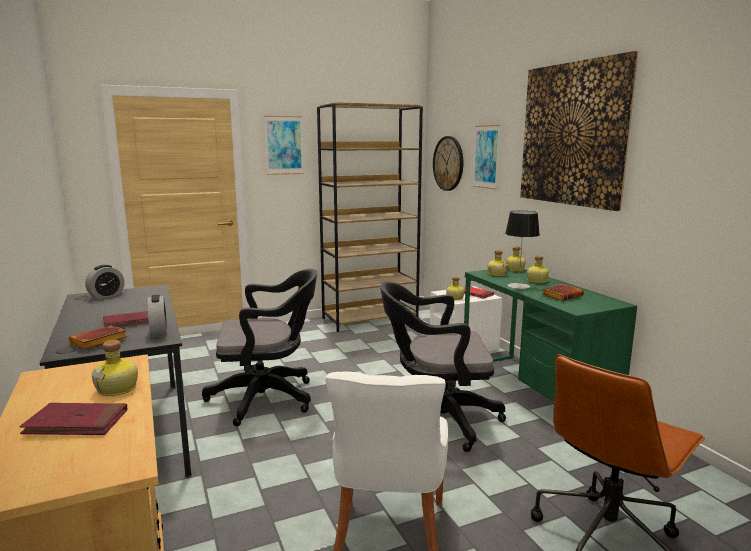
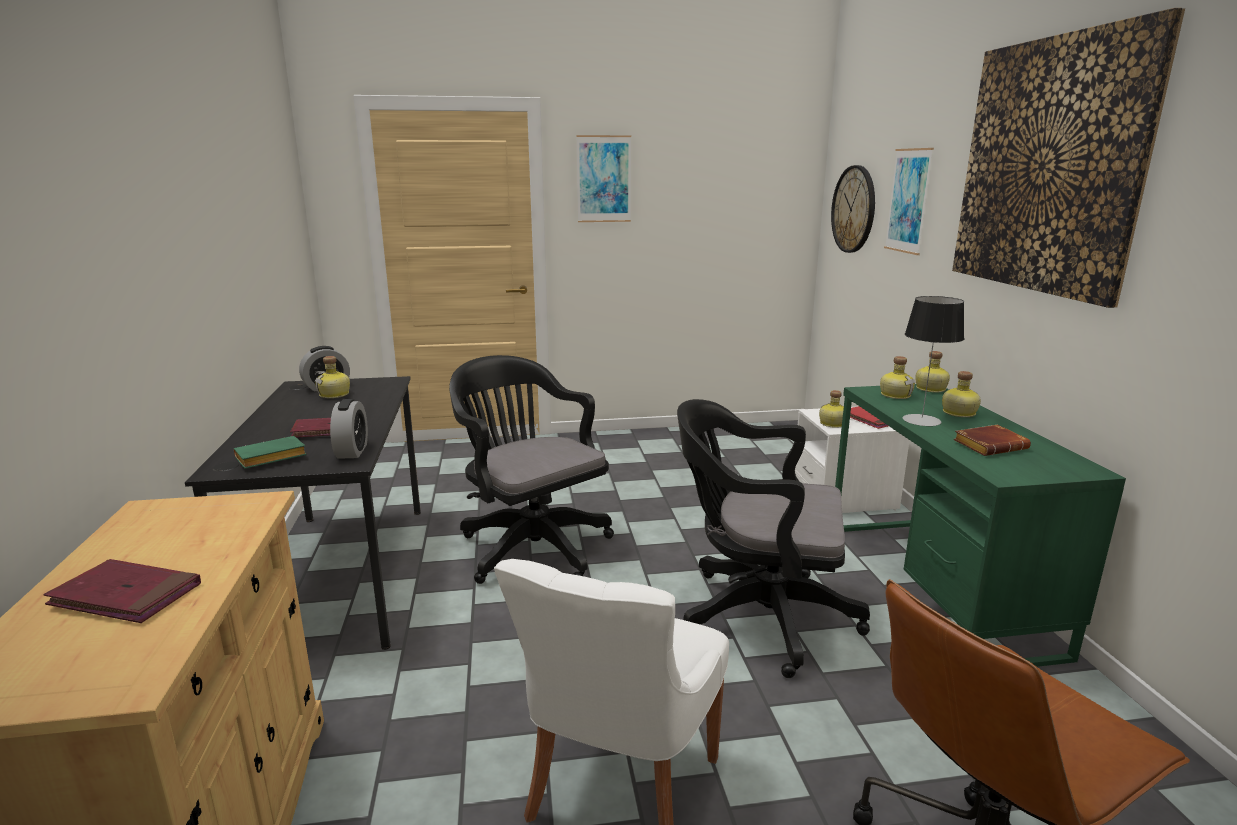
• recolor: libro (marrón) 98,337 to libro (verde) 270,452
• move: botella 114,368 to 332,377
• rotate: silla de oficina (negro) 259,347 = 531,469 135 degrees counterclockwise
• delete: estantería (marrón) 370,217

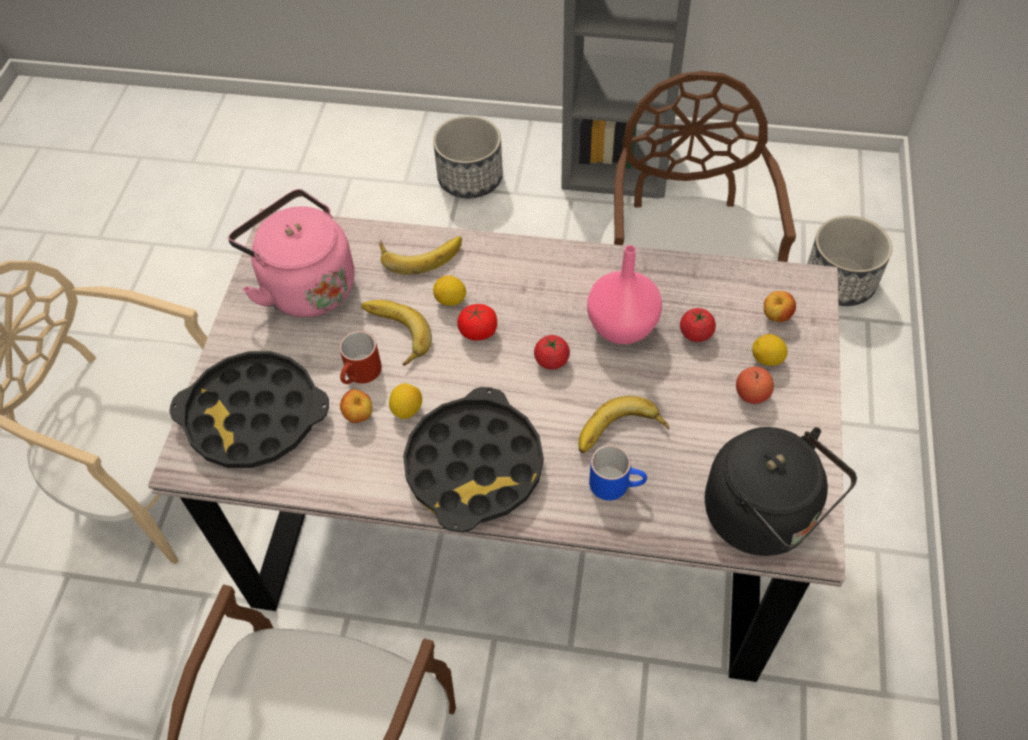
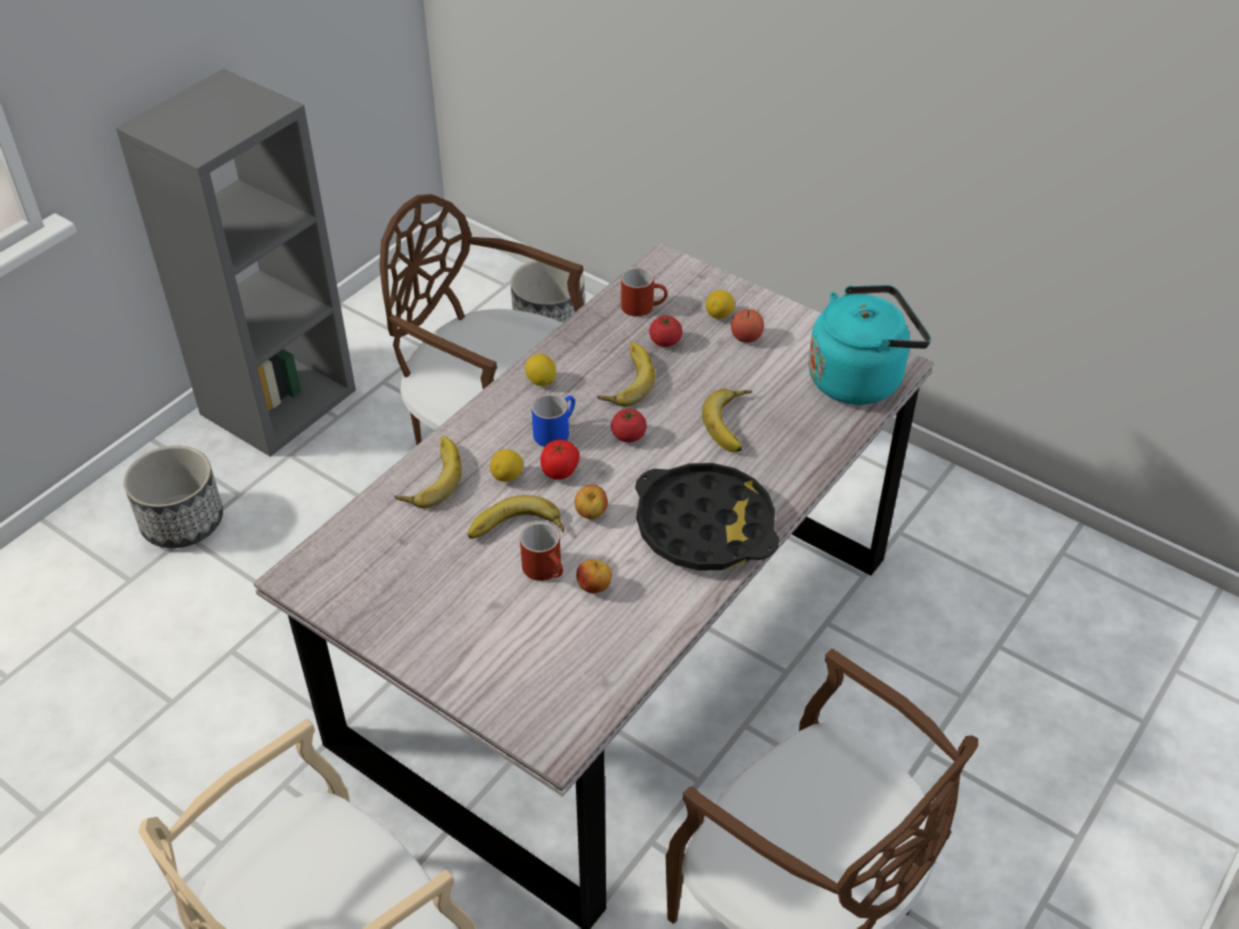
• delete: bandeja (negro) 249,409
• delete: hervidor (rosa) 291,253
• move: limón 405,401 to 540,370
• replace: florero (rosa) 624,294 to plátano 626,374
• move: taza grande (azul) 618,473 to 553,420
• recolor: hervidor (negro) 781,491 to hervidor (turquesa) 869,345
• move: manzana 780,306 to 591,502
• insert: taza grande (rojo) 644,292

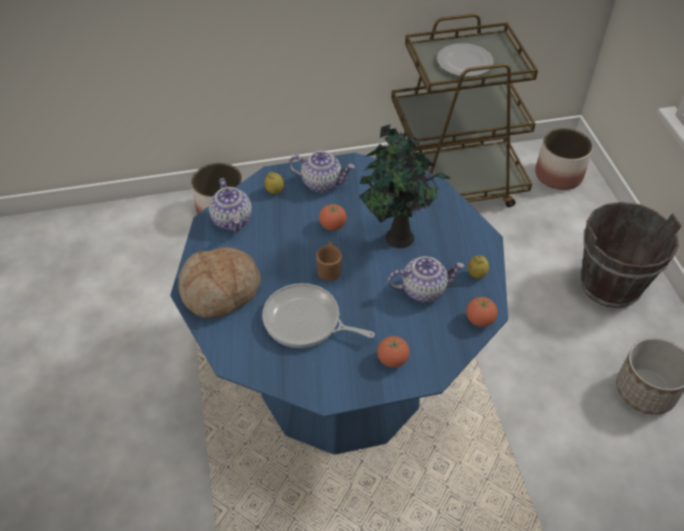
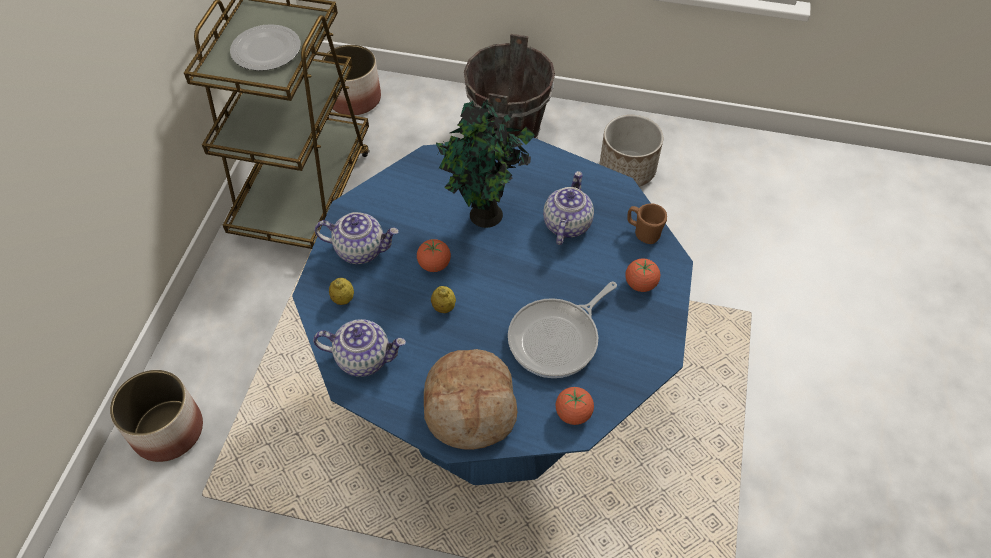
• rotate: tetera 321,172 = 357,238 60 degrees clockwise
• move: taza grande (marrón) 329,261 to 647,223
• move: tomate 482,312 to 575,406
• move: limón 478,267 to 443,299

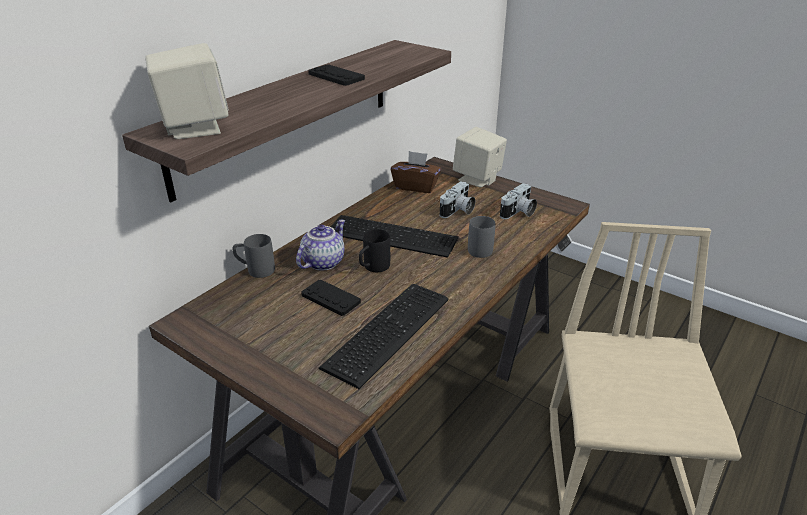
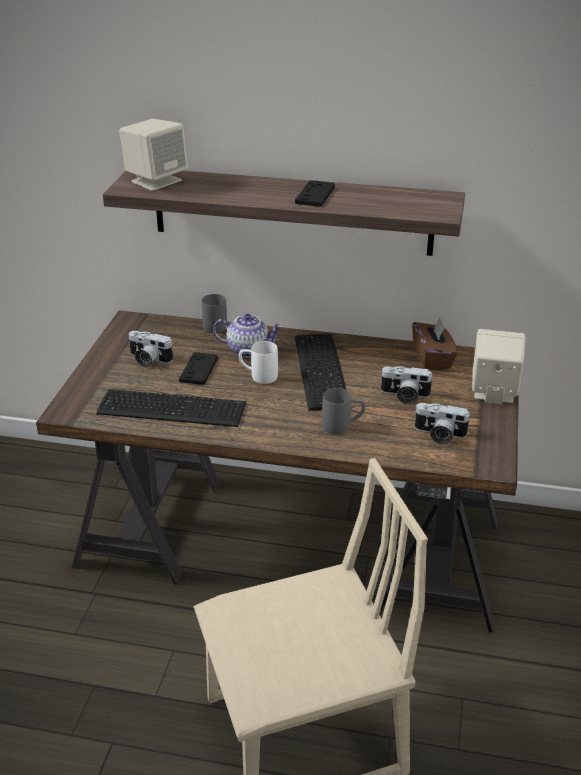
• recolor: taza grande (negro) 374,250 to taza grande (blanco) 258,362
• insert: cámara 151,349

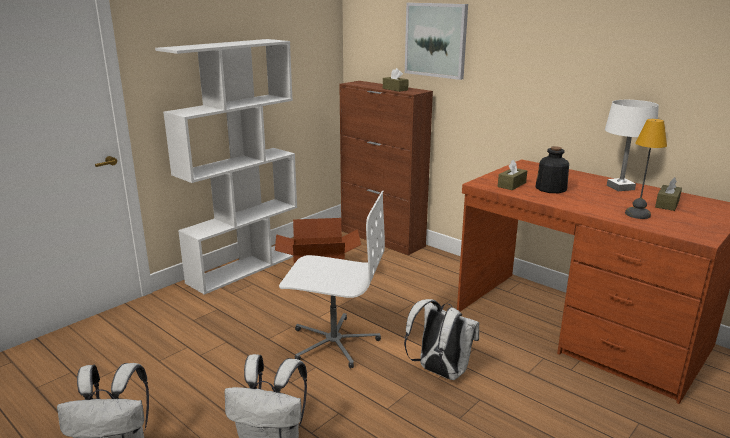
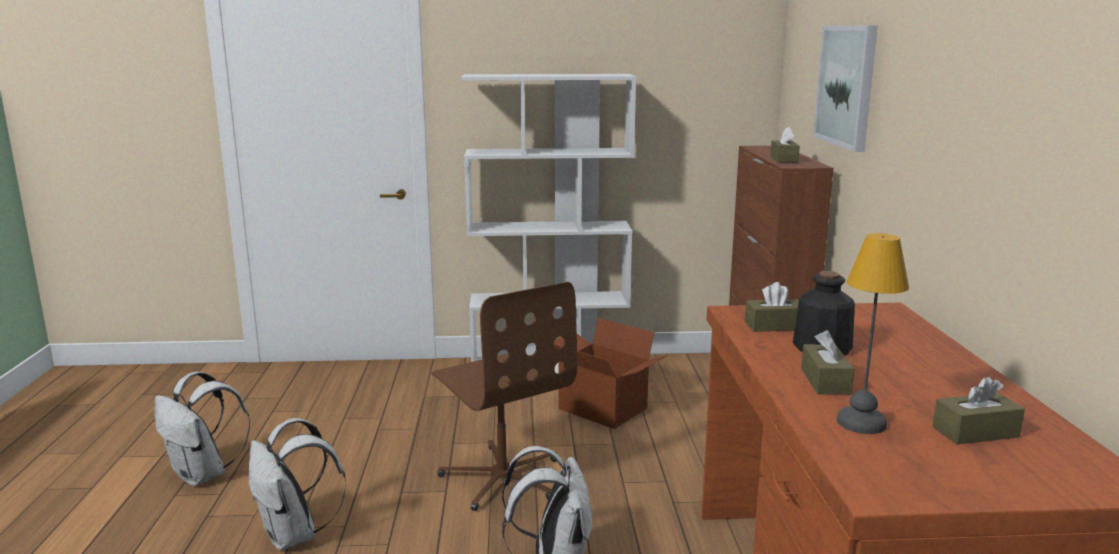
• recolor: silla de oficina (blanco) 332,279 to silla de oficina (marrón) 504,396
• delete: lámpara de mesa (blanco) 632,145
• insert: caja de pañuelos (marrón) 827,362

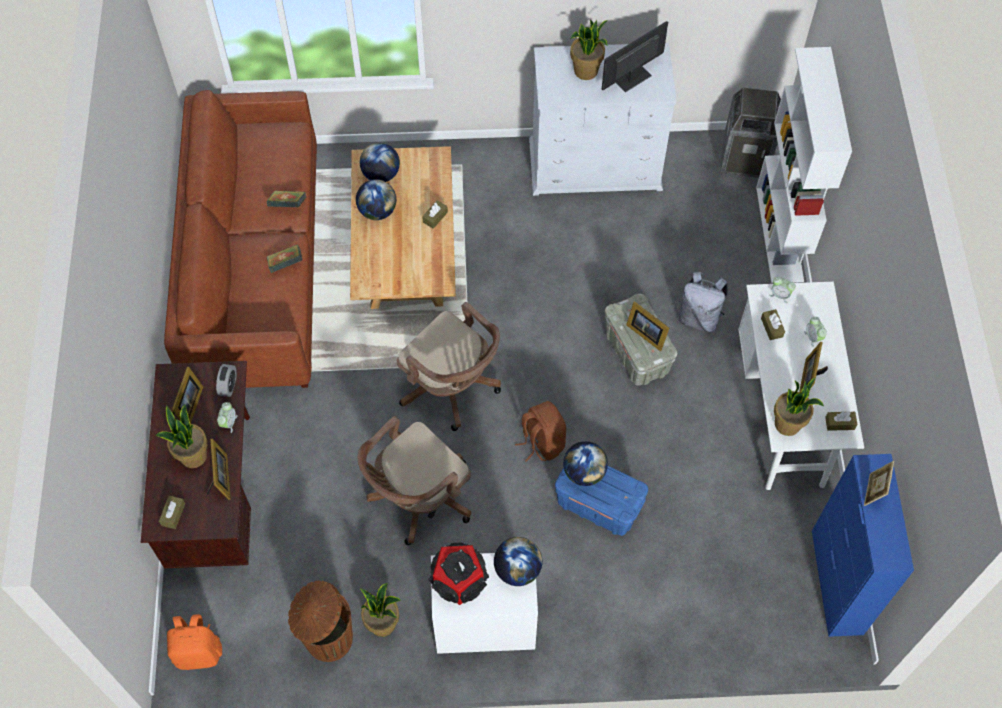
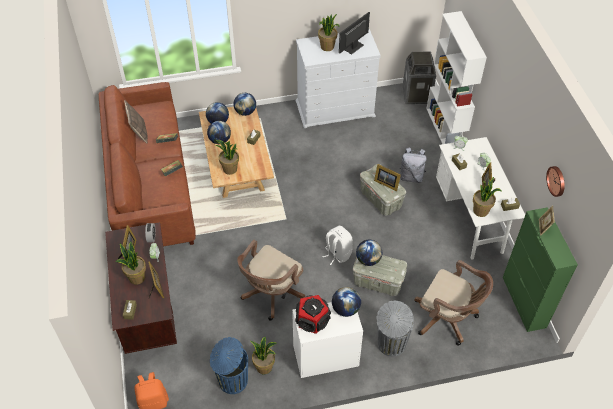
• recolor: papelera (marrón) 320,621 to papelera (azul) 229,365
• move: silla de oficina (marrón) 449,366 to 453,303
• recolor: mochila (marrón) 540,431 to mochila (blanco) 337,245
• recolor: caja de almacenaje (azul) 601,501 to caja de almacenaje (gris) 380,275
• recolor: armario (azul) 863,545 to armario (verde) 540,269
• insert: cojín 136,121
• insert: planta en maceta 227,157
• insert: globo terráqueo 244,104
• insert: papelera (gris) 395,329
• insert: reloj de pared 555,181

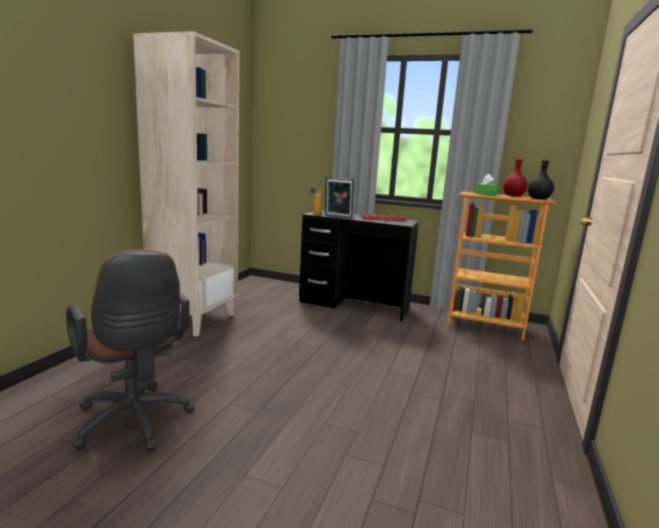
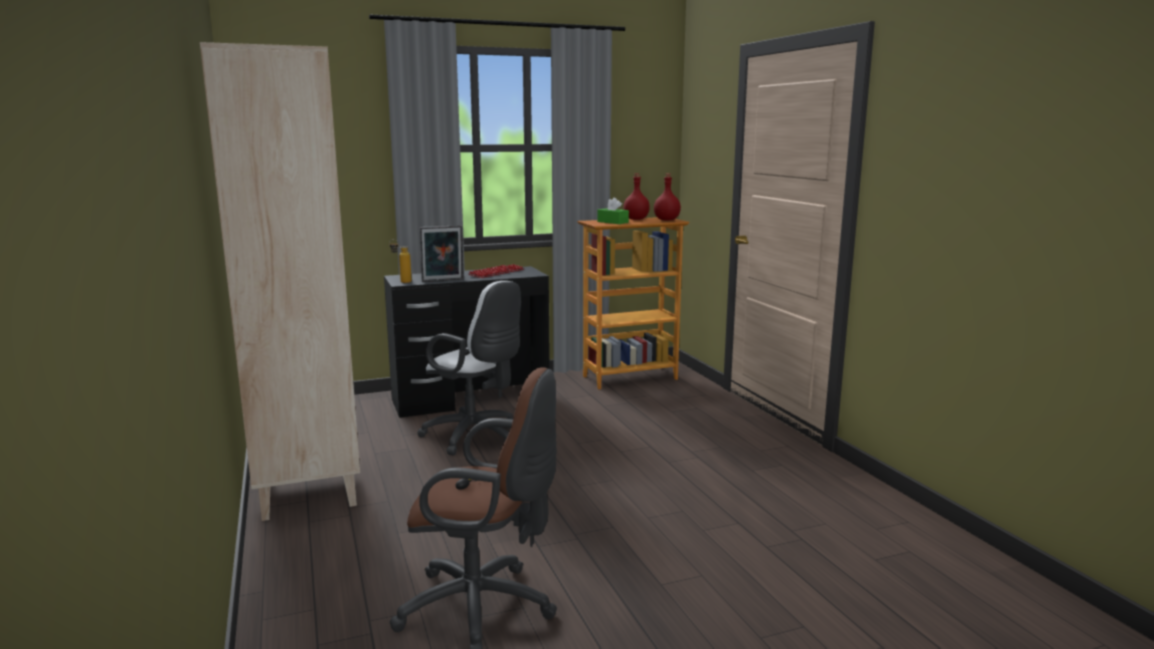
• recolor: botella (negro) 541,178 to botella (rojo) 667,197
• insert: silla de oficina (blanco) 469,368

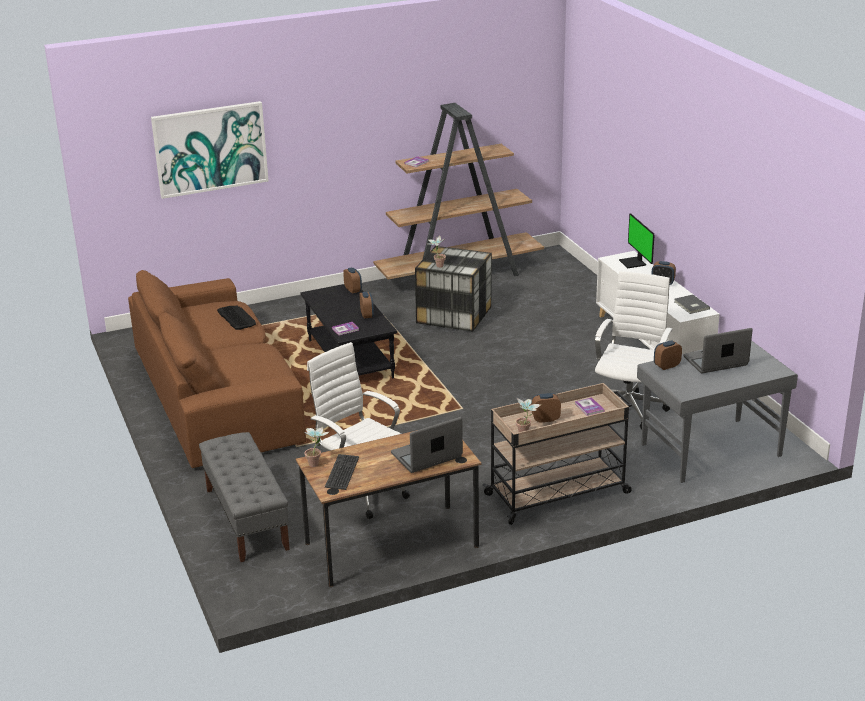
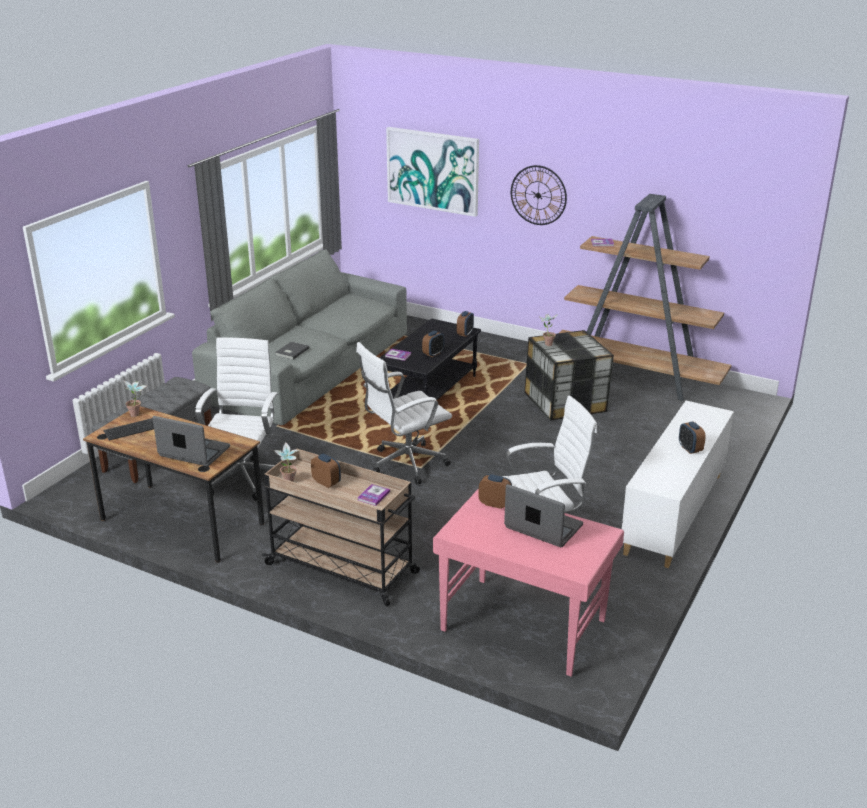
• recolor: sofá (marrón) 217,369 to sofá (gris) 299,337
• delete: teclado 236,318
• delete: monitor 636,240
• recolor: escritorio (gris) 717,411 to escritorio (rosa) 528,583
• move: libro (gris) 692,304 to 292,351
• insert: silla de oficina (blanco) 404,413
• insert: reloj de pared 539,195

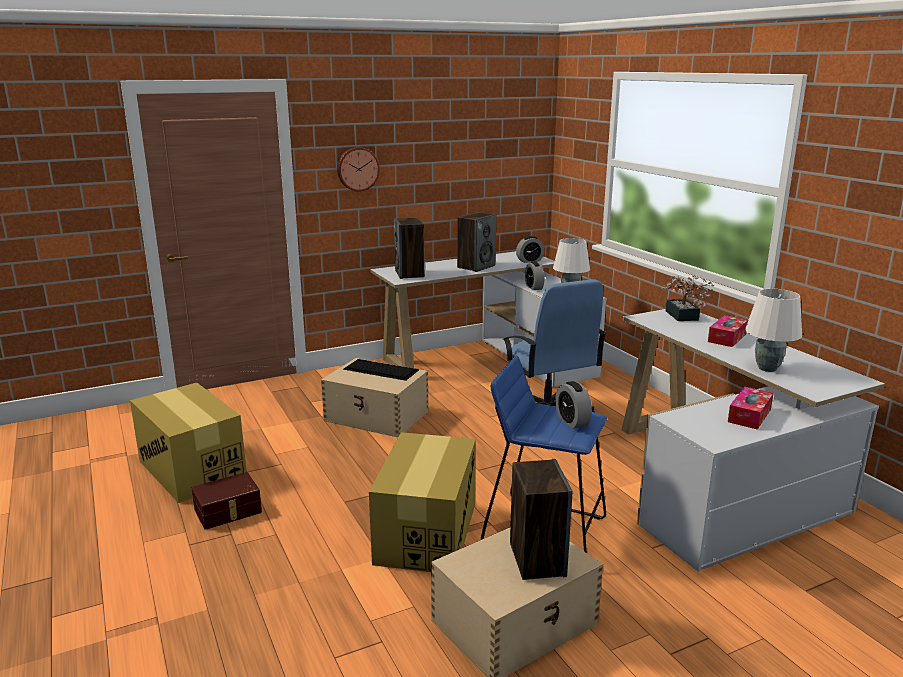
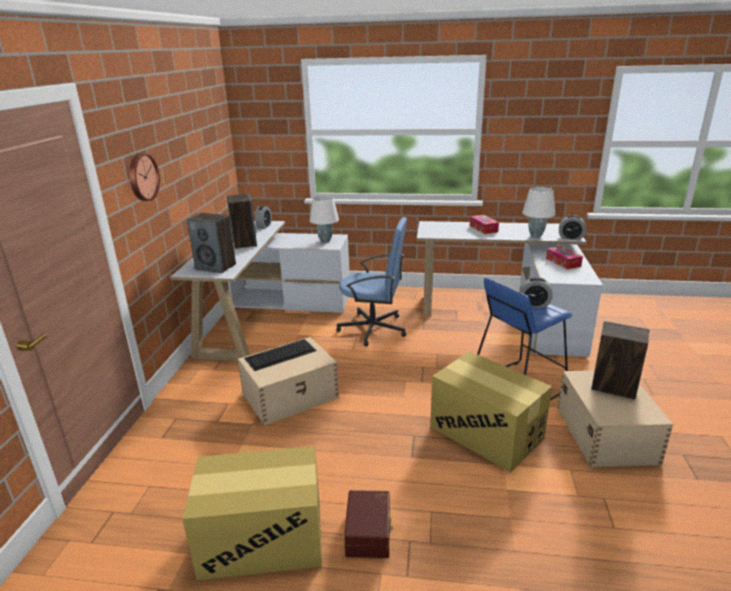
• move: despertador 534,276 to 572,227
• delete: planta en maceta 688,298

